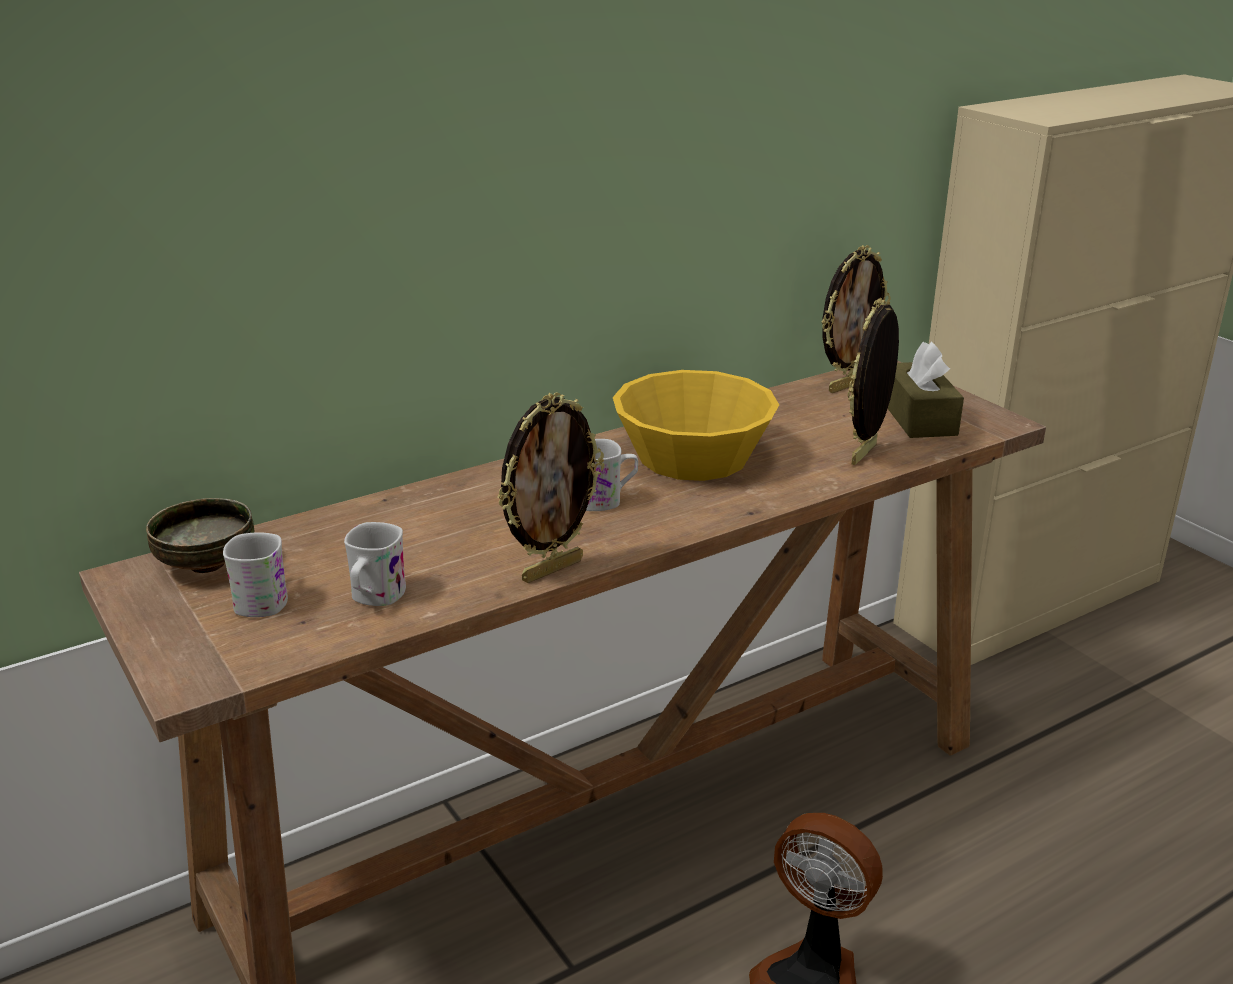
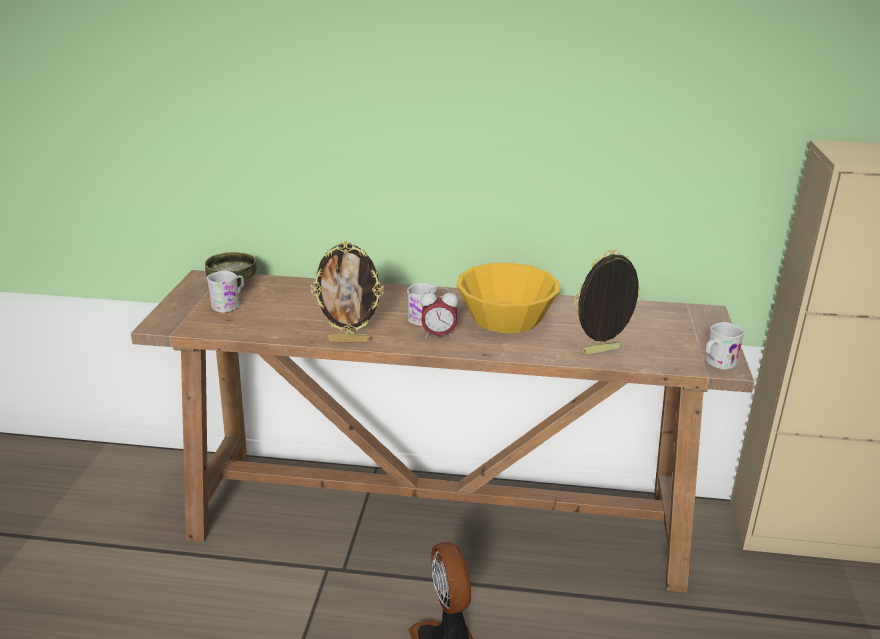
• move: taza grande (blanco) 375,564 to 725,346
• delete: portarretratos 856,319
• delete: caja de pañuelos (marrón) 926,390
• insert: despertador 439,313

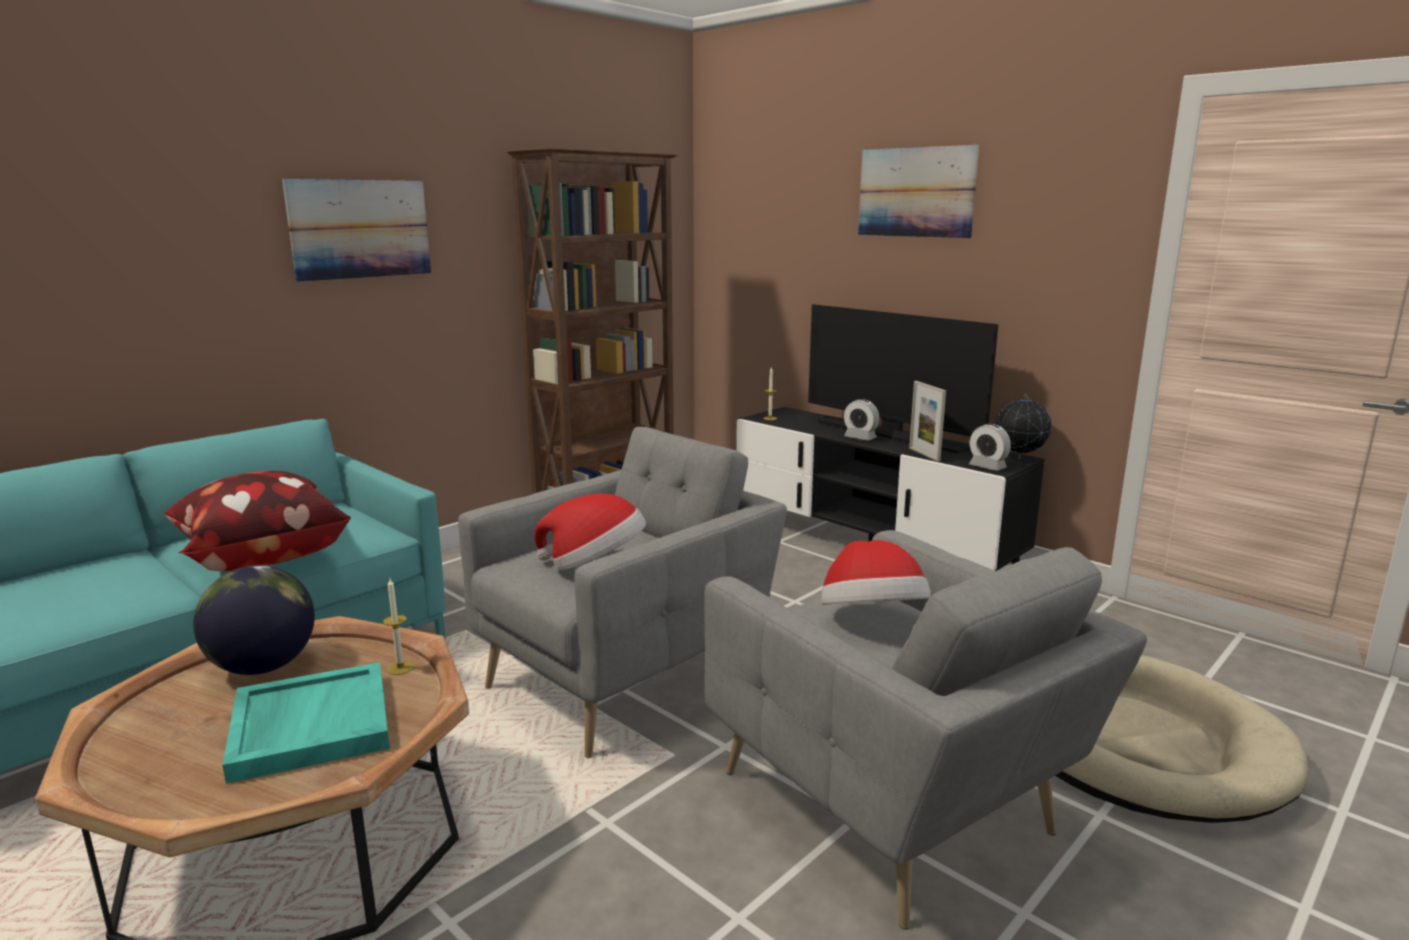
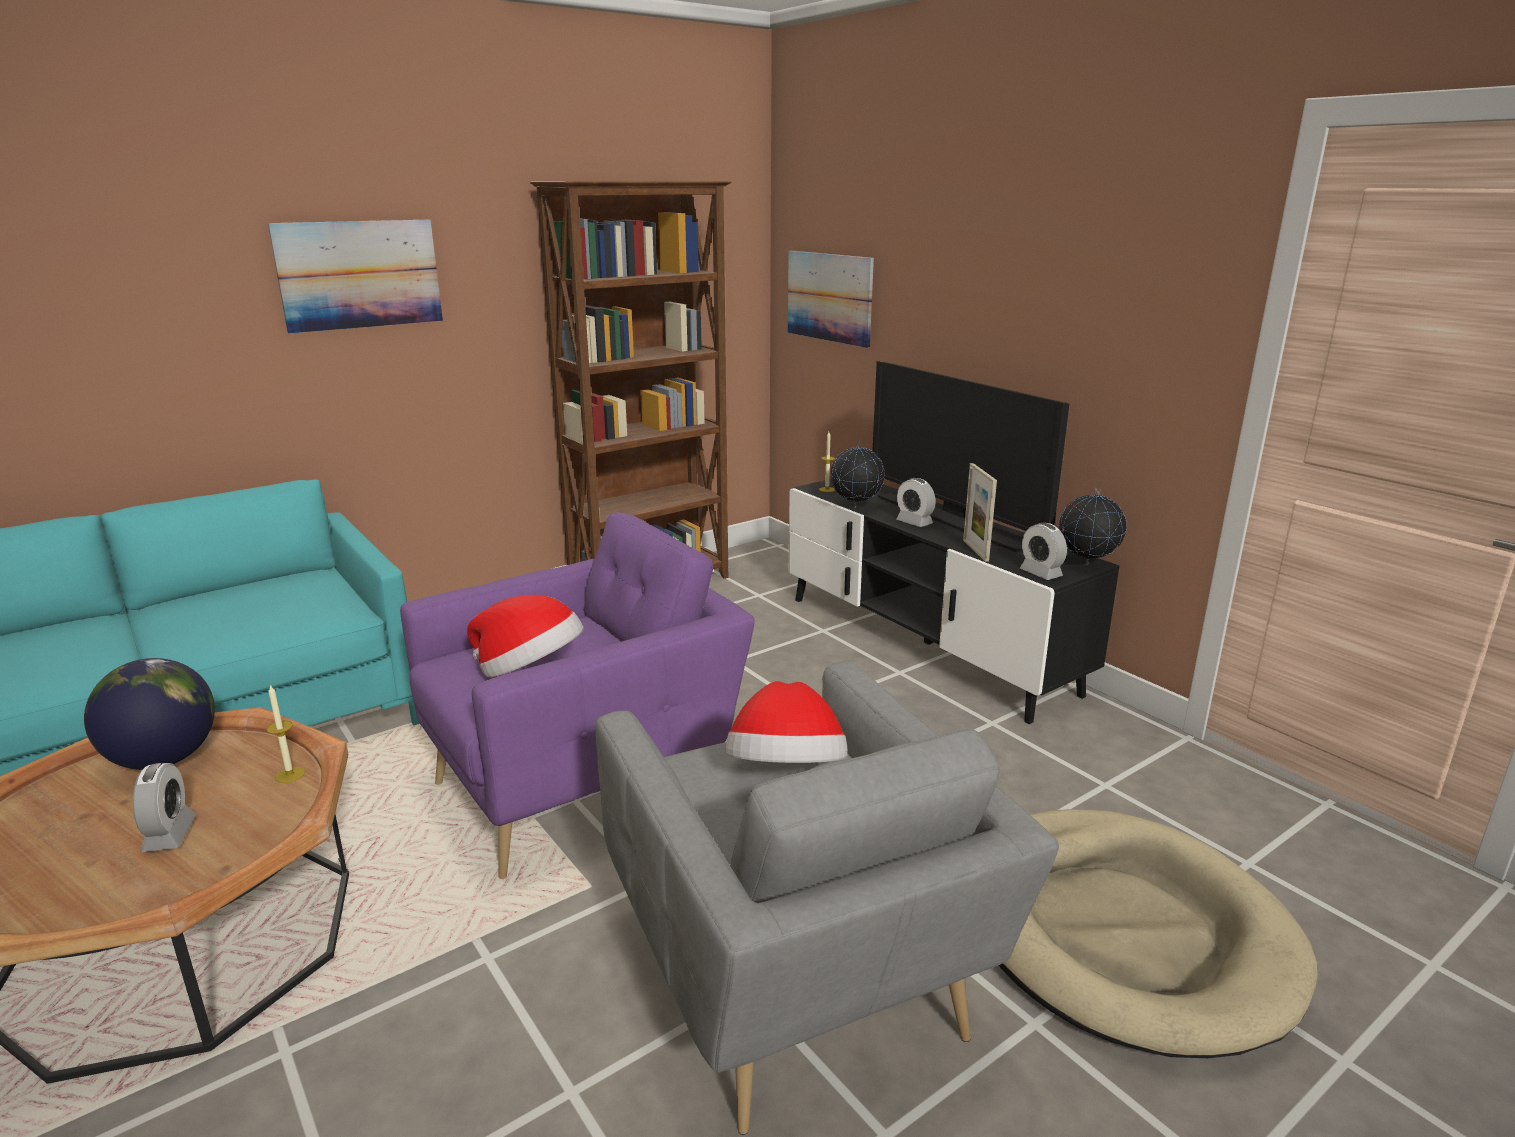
• delete: cojín 257,521
• replace: bandeja (turquesa) 306,723 to despertador 165,807
• recolor: sillón (gris) 622,592 to sillón (morado) 577,696
• move: cuadro 918,192 to 831,299
• insert: globo terráqueo 857,474

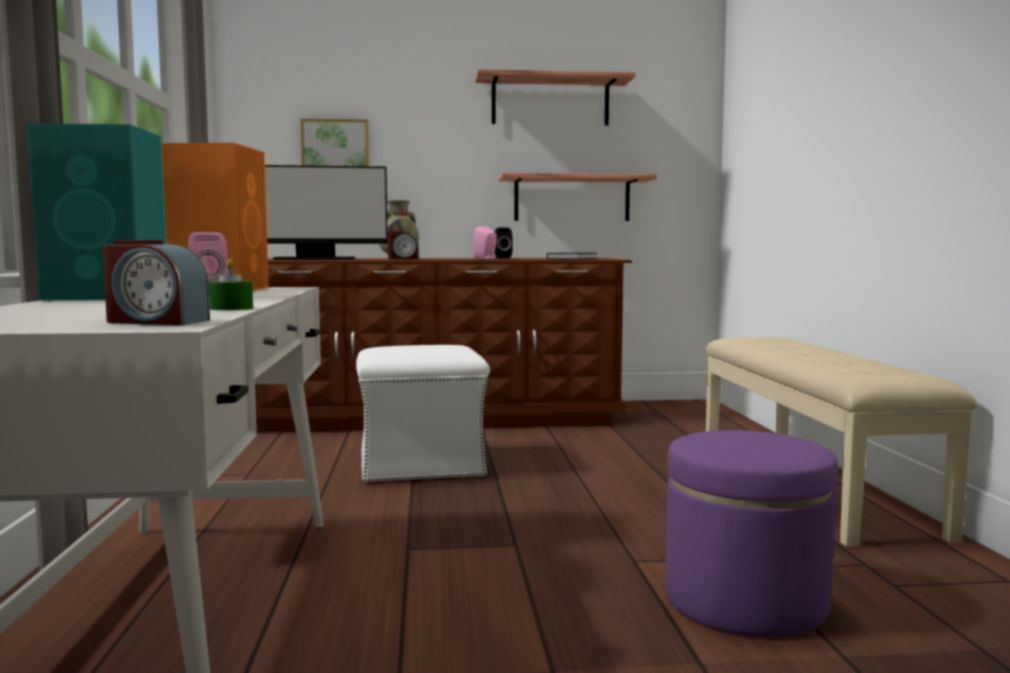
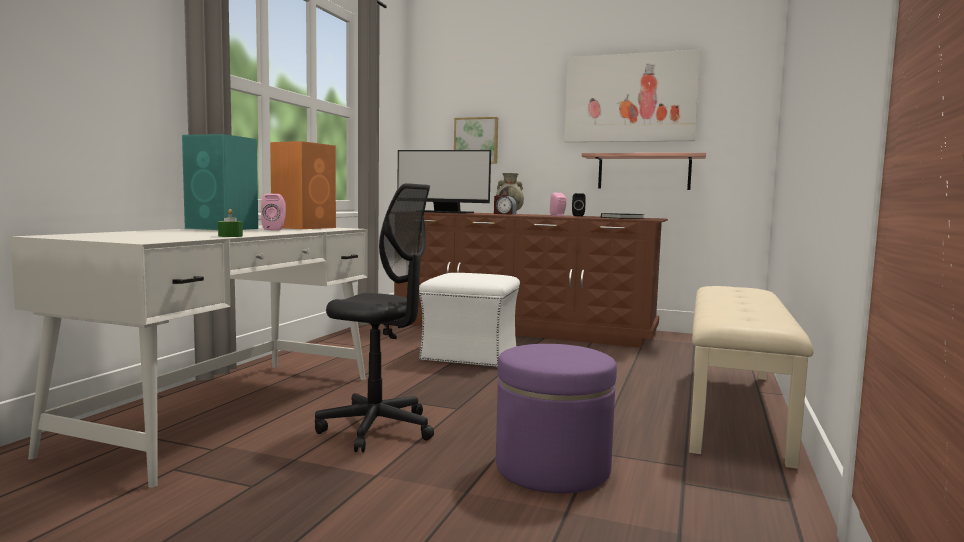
• delete: despertador 156,282
• replace: estante 555,97 to cuadro 632,96
• insert: silla de oficina (negro) 374,318

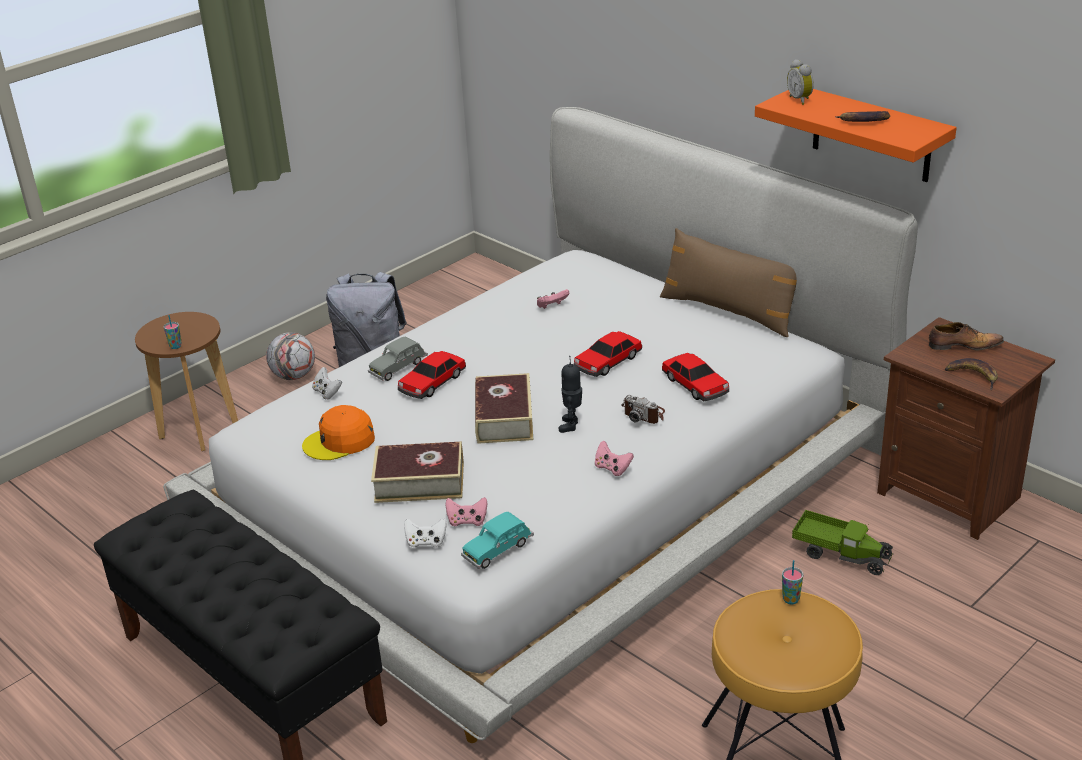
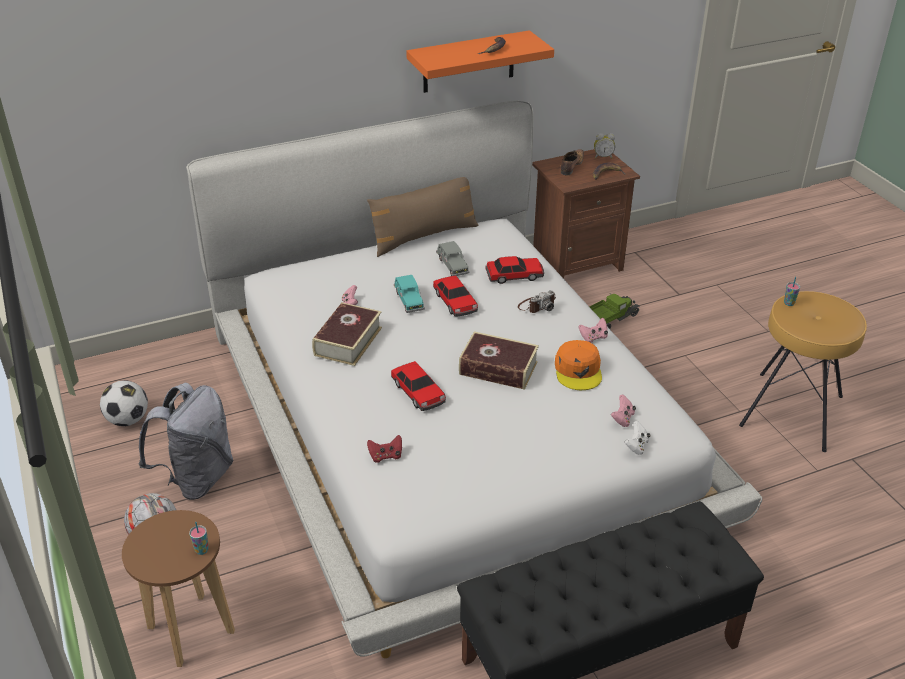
• move: gorra (naranja) 338,432 to 578,365
• recolor: mando de consola (blanco) 327,383 to mando de consola (rojo) 384,449
• move: coche de juguete (gris) 398,359 to 452,258
• move: libro 417,472 to 347,334
• move: coche de juguete (turquesa) 497,540 to 409,294
• delete: robot de juguete 570,394
• move: despertador 800,82 to 604,146
• insert: balón de fútbol 124,403

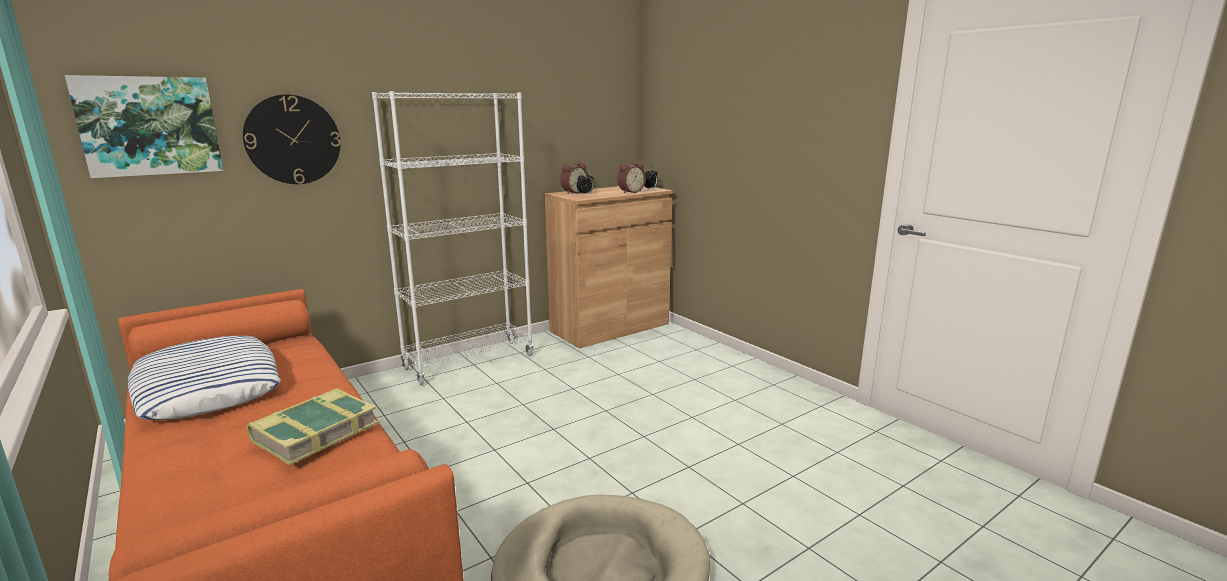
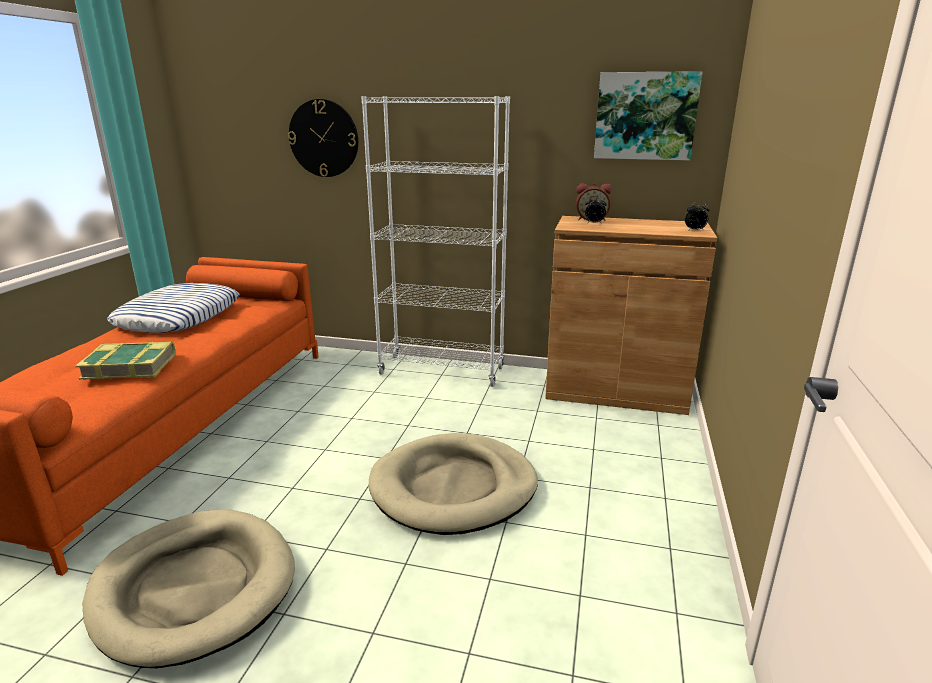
• move: cuadro 144,126 to 648,115
• delete: despertador 631,177
• insert: cama para perro (beis) 453,484

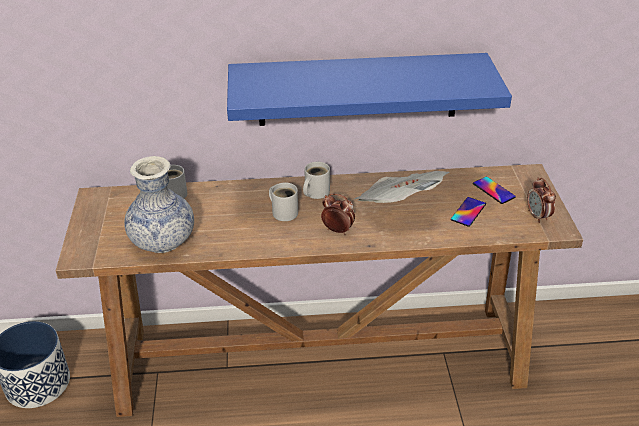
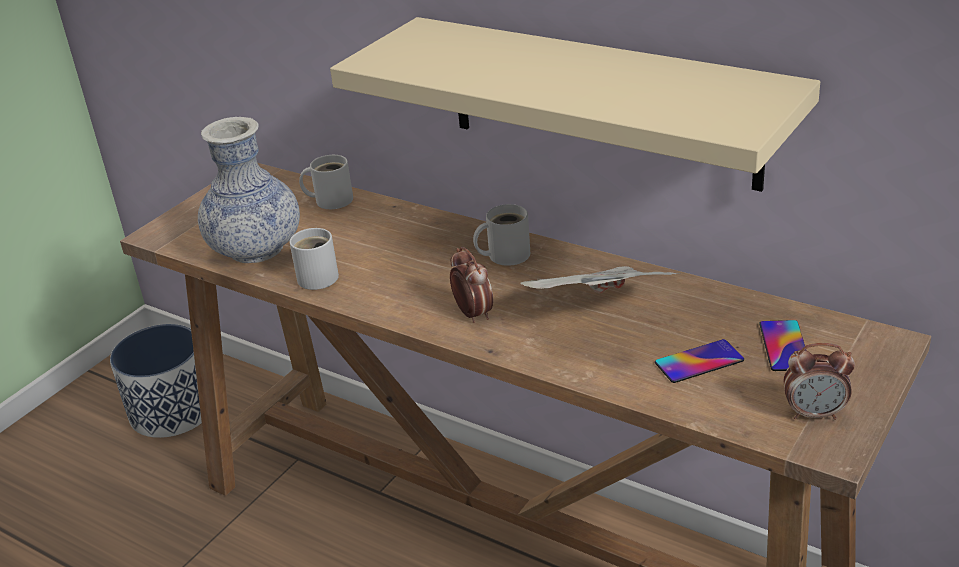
• recolor: estante (azul) 369,89 to estante (beis) 575,104
• move: taza grande (blanco) 283,202 to 314,259
• rotate: despertador 541,200 = 819,381 105 degrees counterclockwise

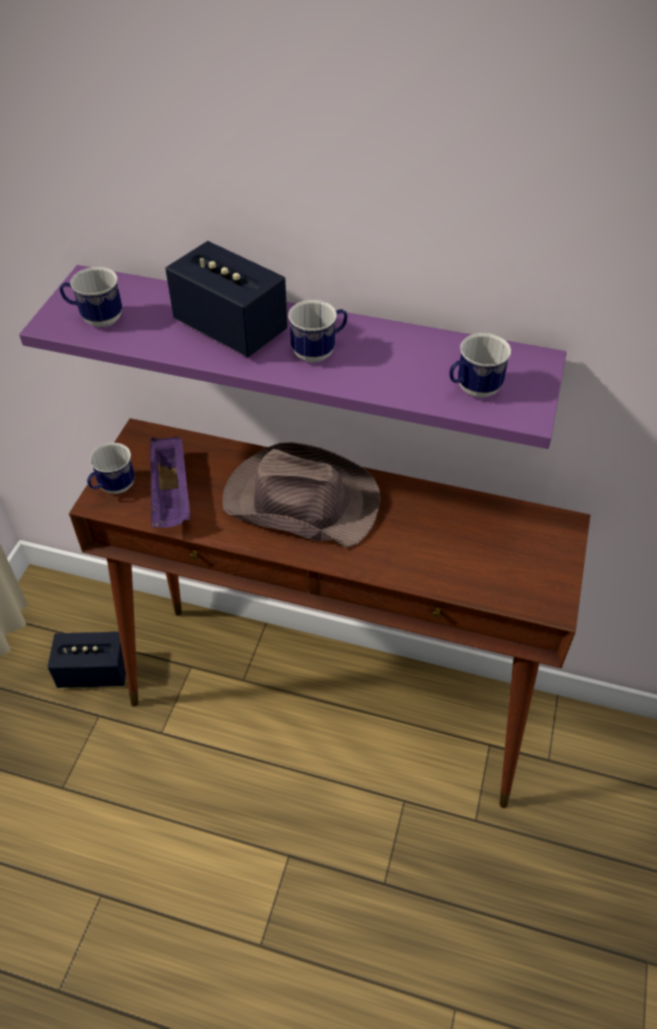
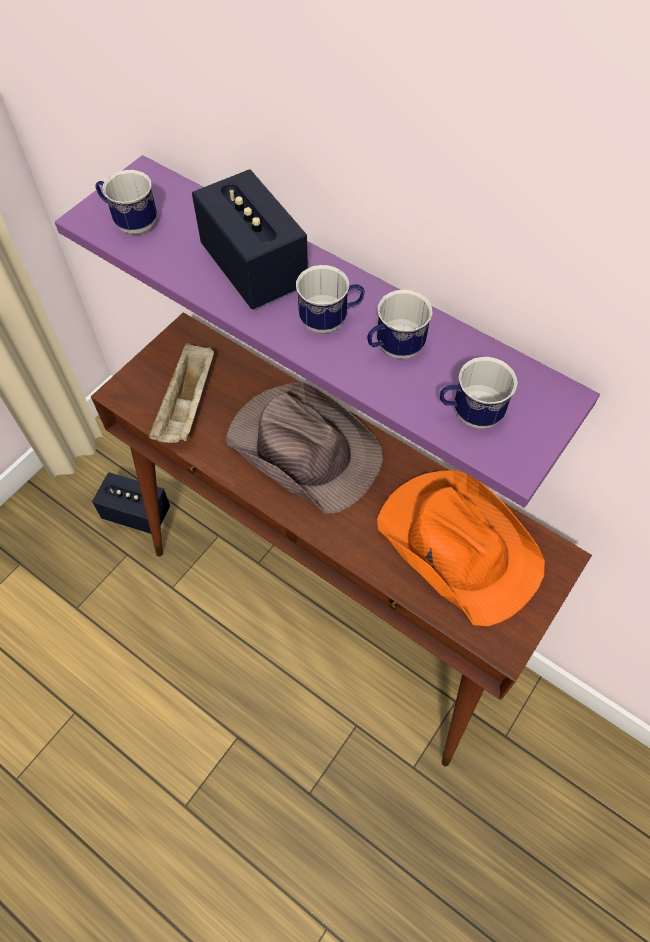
• move: taza grande 111,468 to 399,324
• recolor: bandeja (morado) 170,482 to bandeja (beis) 181,393
• insert: sombrero (naranja) 461,548

